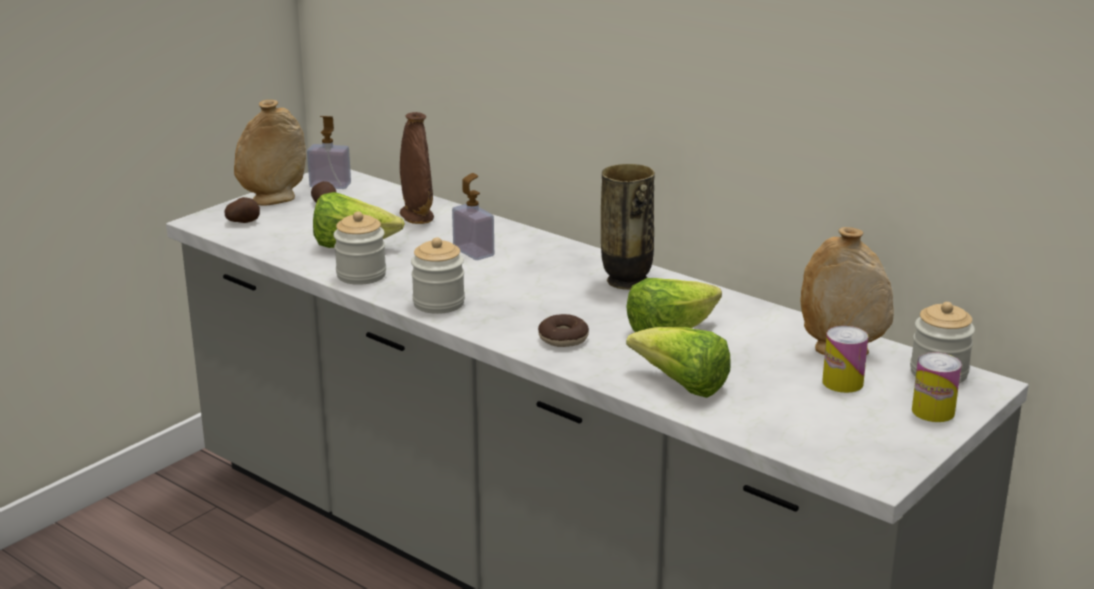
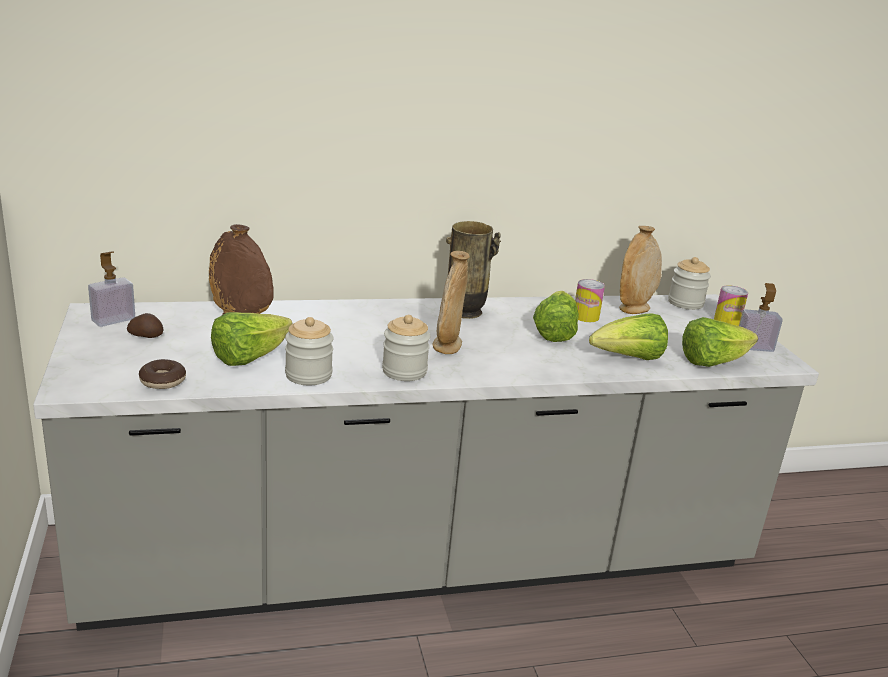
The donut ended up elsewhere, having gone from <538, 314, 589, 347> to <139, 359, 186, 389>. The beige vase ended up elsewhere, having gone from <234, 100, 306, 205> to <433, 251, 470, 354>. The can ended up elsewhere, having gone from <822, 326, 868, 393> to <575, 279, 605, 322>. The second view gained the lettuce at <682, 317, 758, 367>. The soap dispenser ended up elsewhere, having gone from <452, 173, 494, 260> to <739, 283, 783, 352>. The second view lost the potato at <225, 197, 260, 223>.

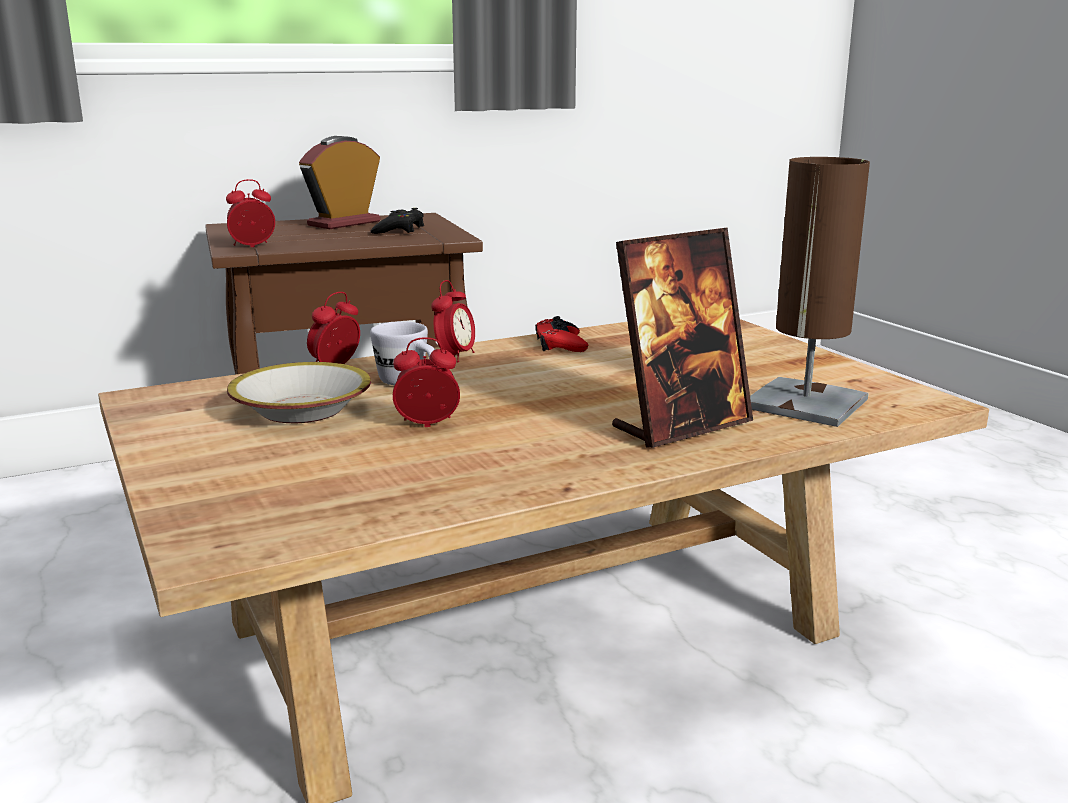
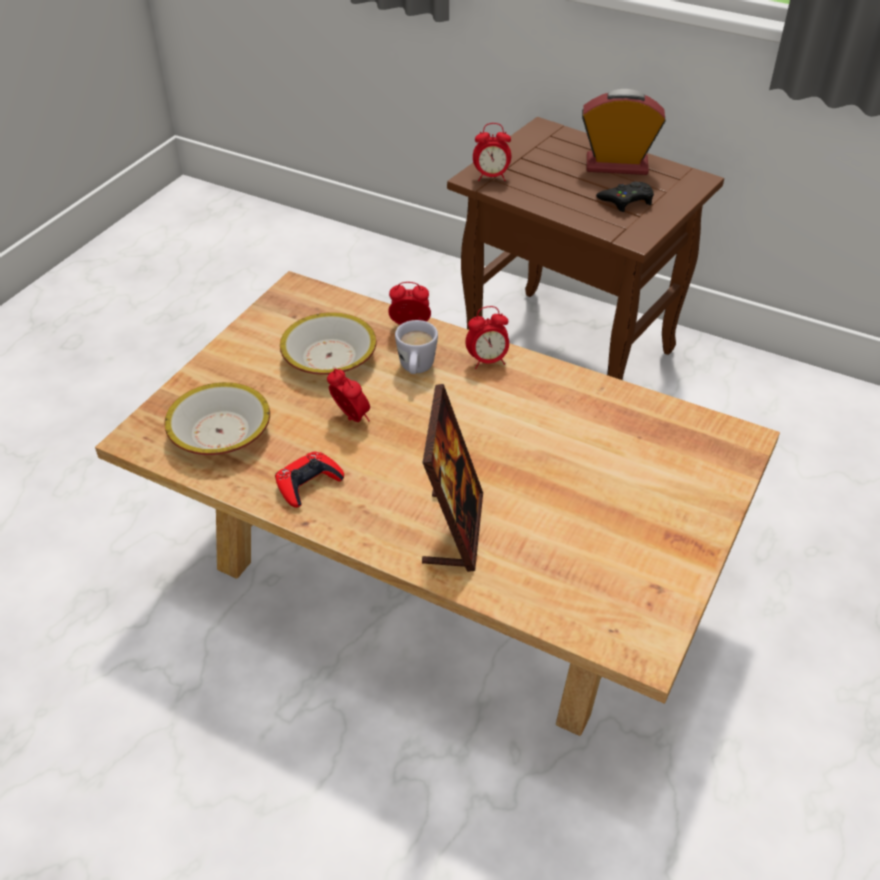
The second view gained the bowl at <164, 382, 270, 455>. The red game controller ended up elsewhere, having gone from <535, 316, 588, 352> to <275, 452, 344, 508>. The picture frame at <612, 227, 753, 448> ended up facing another way, 105 degrees counterclockwise from before. The alarm clock at <226, 179, 275, 247> ended up facing another way, 150 degrees clockwise from before. The second view lost the brown table lamp at <750, 157, 870, 427>.

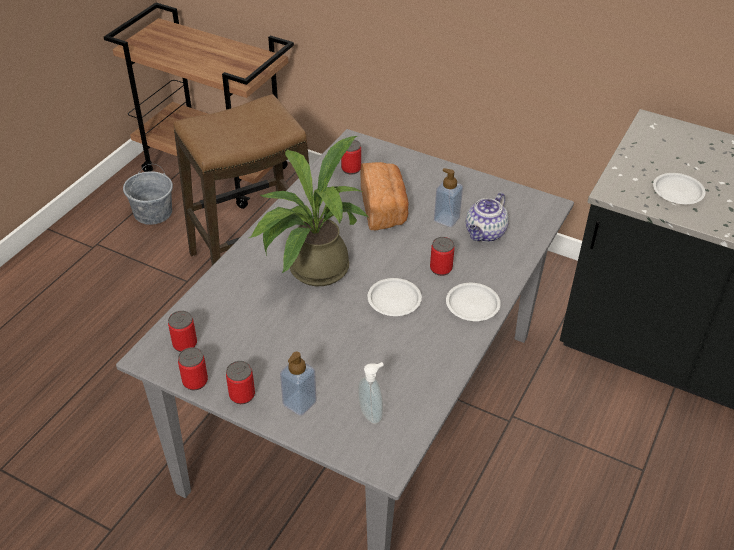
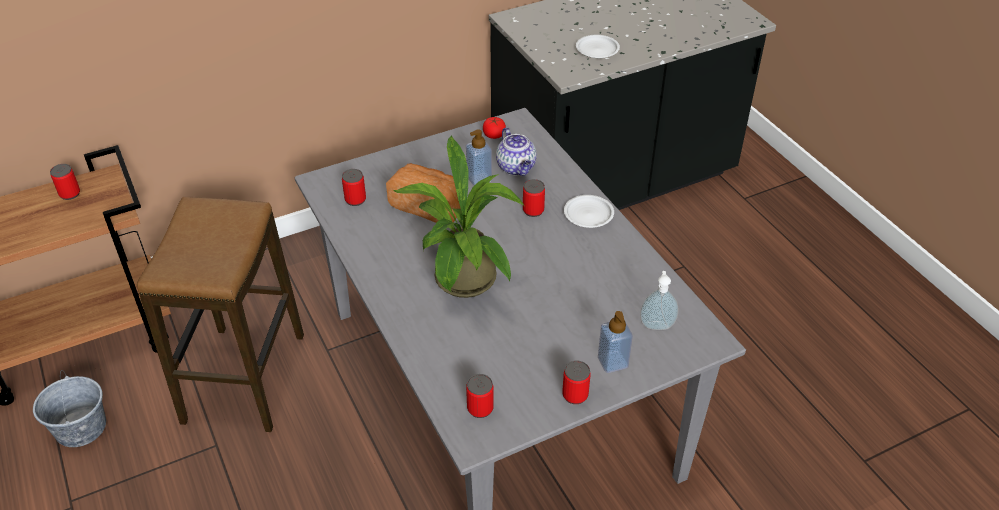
The can ended up elsewhere, having gone from <178, 347, 208, 390> to <50, 164, 80, 200>. The second view gained the tomato at <483, 117, 506, 139>. The second view lost the white plate at <368, 278, 422, 316>.

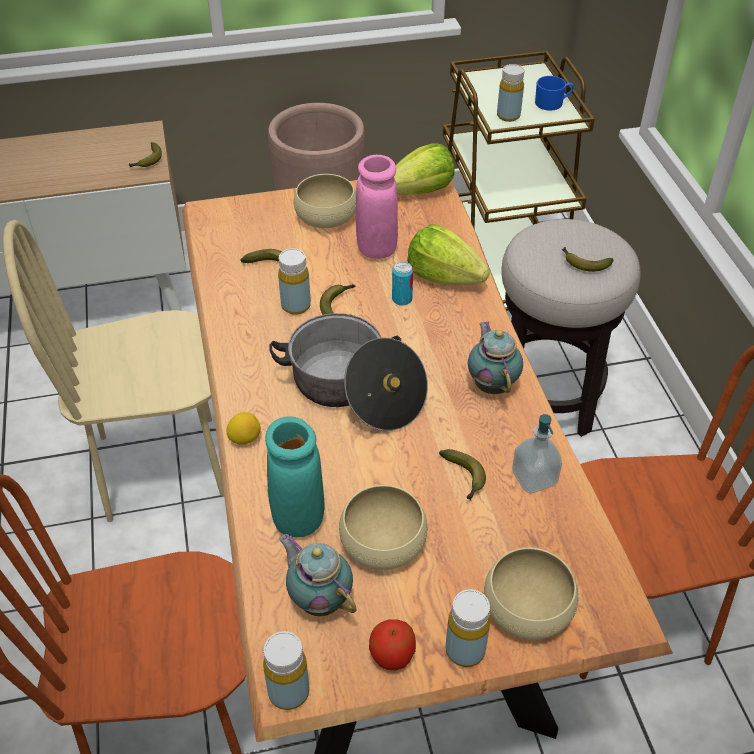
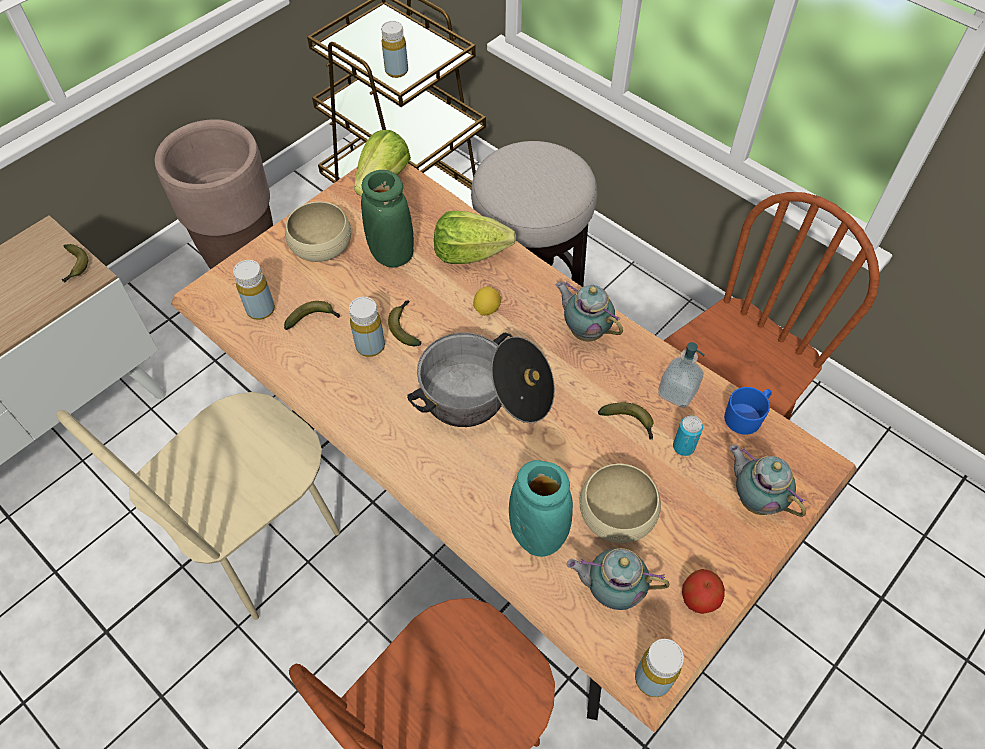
The yellow bottle ended up elsewhere, having gone from <446, 589, 490, 667> to <233, 260, 275, 320>. What was the pink vase at <356, 155, 398, 259> turned into the green vase at <361, 170, 414, 267>. The lemon ended up elsewhere, having gone from <226, 412, 261, 445> to <473, 287, 501, 316>. The can ended up elsewhere, having gone from <392, 262, 413, 306> to <673, 415, 703, 456>. The blue mug ended up elsewhere, having gone from <535, 76, 574, 111> to <724, 387, 772, 435>. Where the beige bowl stood at <484, 547, 579, 640>, the teapot came to stand at <729, 445, 806, 517>. The second view lost the banana at <562, 247, 614, 272>.

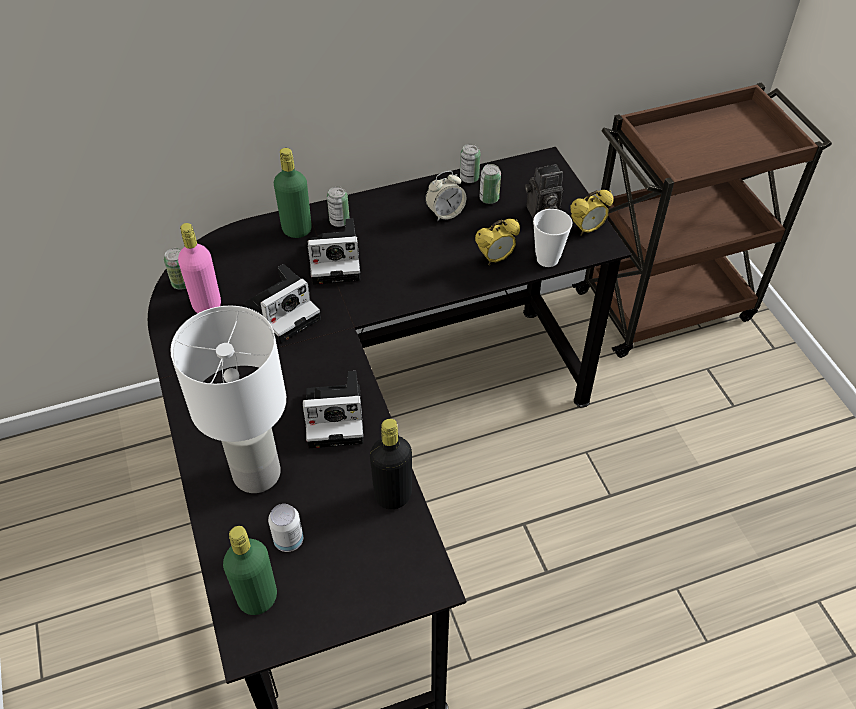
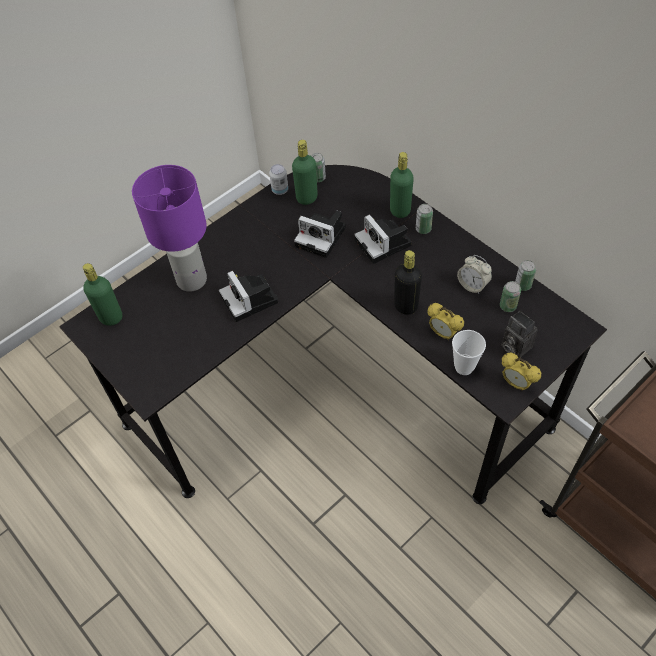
What was the white table lamp at <170, 306, 286, 493> turned into the purple table lamp at <132, 165, 207, 292>. The can ended up elsewhere, having gone from <268, 504, 303, 552> to <269, 164, 288, 195>. What was the pink bottle at <178, 223, 221, 313> turned into the green bottle at <292, 140, 318, 205>. The black bottle ended up elsewhere, having gone from <370, 419, 412, 509> to <394, 250, 422, 315>.

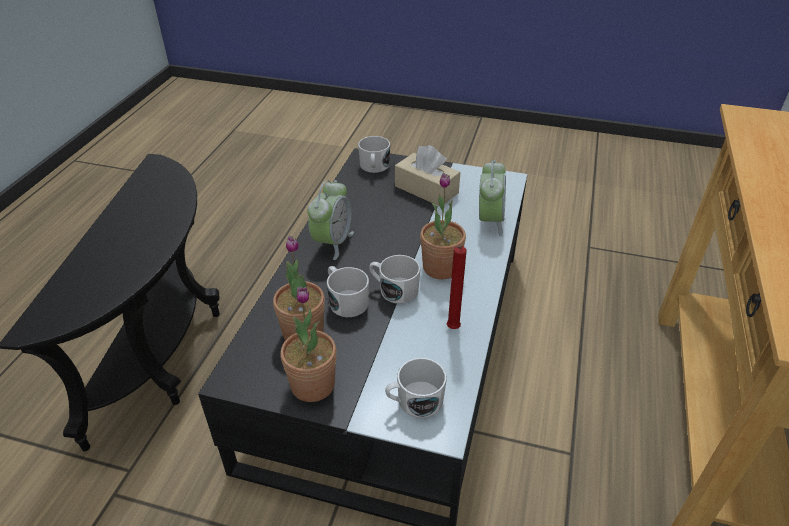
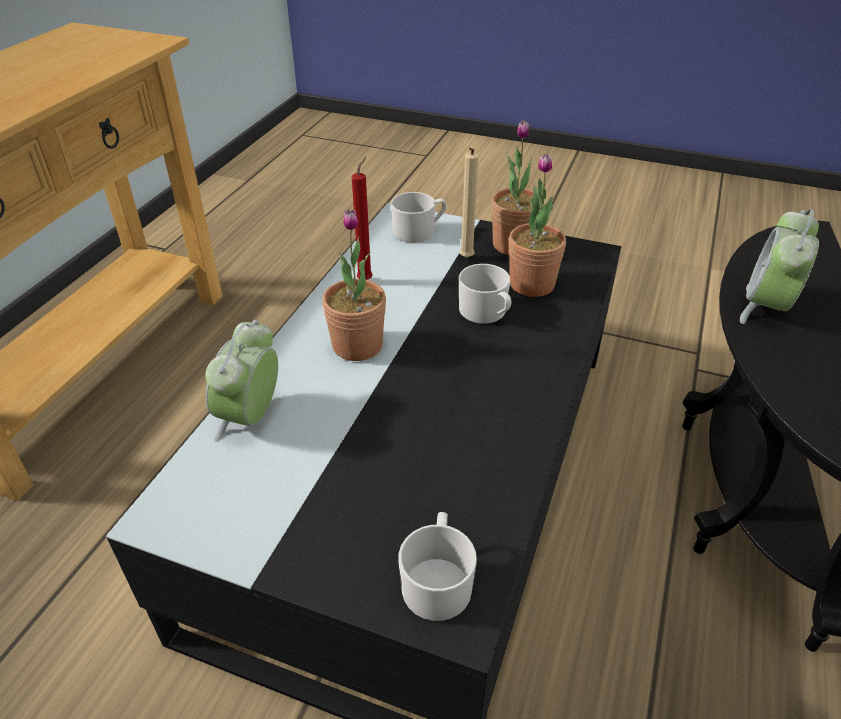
The second view gained the beige candle at <460, 148, 478, 258>. The alarm clock ended up elsewhere, having gone from <308, 180, 354, 260> to <740, 209, 819, 324>. The second view lost the white mug at <369, 255, 420, 304>. The second view lost the beige tissue box at <395, 145, 460, 206>.

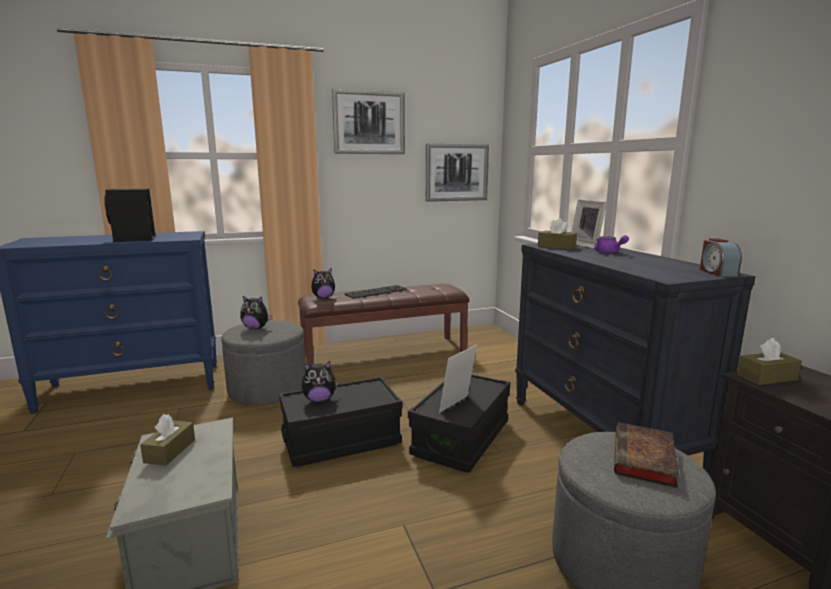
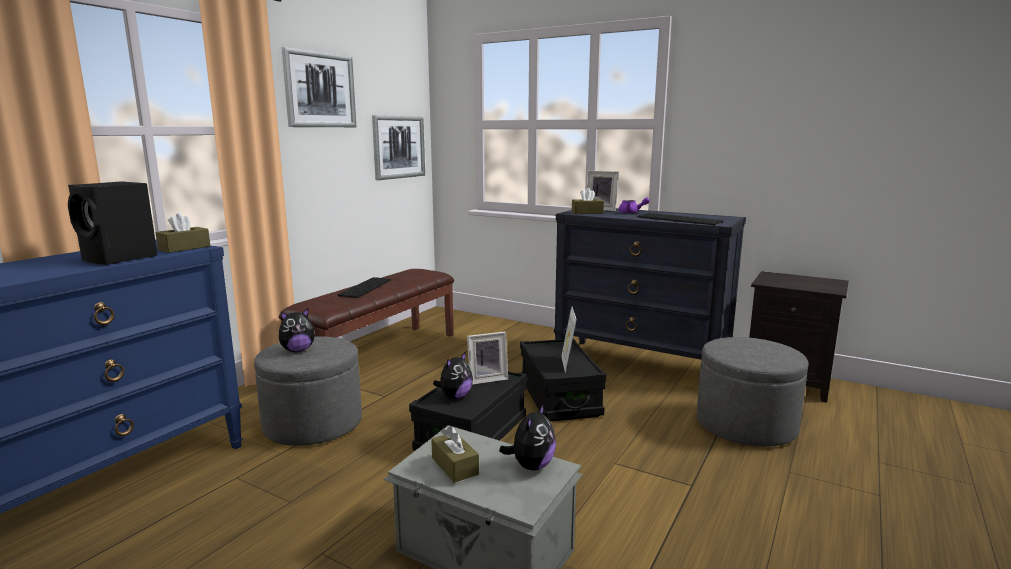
The brown tissue box ended up elsewhere, having gone from <737, 338, 802, 385> to <155, 213, 210, 253>. The second view gained the picture frame at <467, 332, 508, 385>. The plush toy ended up elsewhere, having gone from <311, 269, 335, 298> to <499, 404, 556, 470>. The second view gained the keyboard at <637, 213, 724, 225>. The second view lost the book at <614, 422, 679, 488>. The second view lost the alarm clock at <700, 238, 742, 277>.

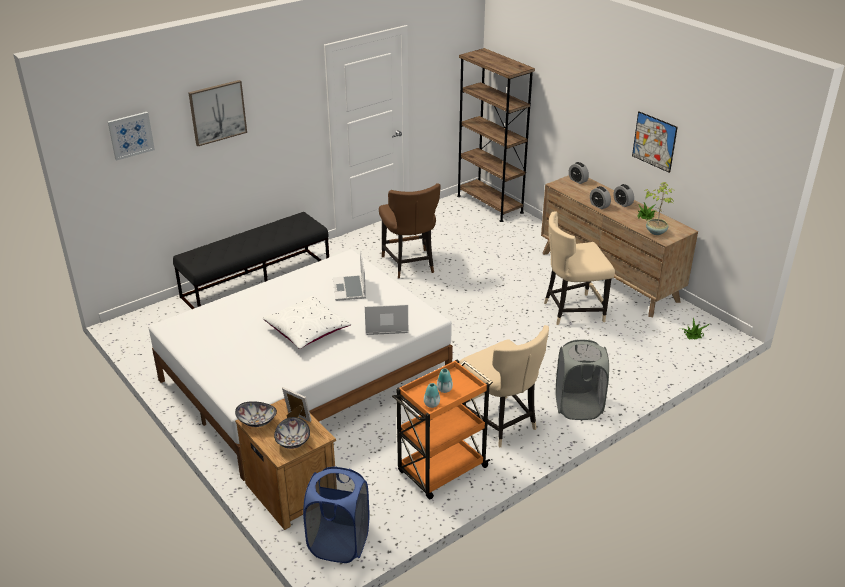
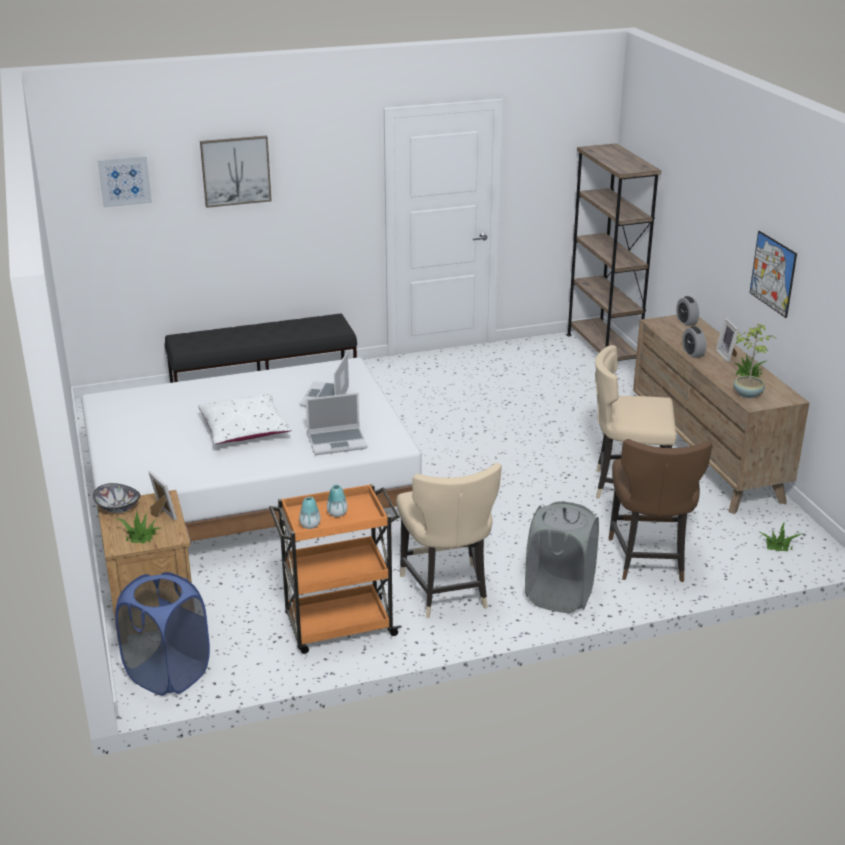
Where the bowl stood at <274, 417, 310, 449>, the potted plant came to stand at <114, 512, 161, 544>. The laptop at <365, 304, 408, 335> ended up facing another way, 150 degrees clockwise from before. The brown chair ended up elsewhere, having gone from <379, 183, 441, 278> to <609, 439, 712, 582>. Where the alarm clock stood at <614, 184, 634, 207>, the picture frame came to stand at <716, 318, 739, 362>.

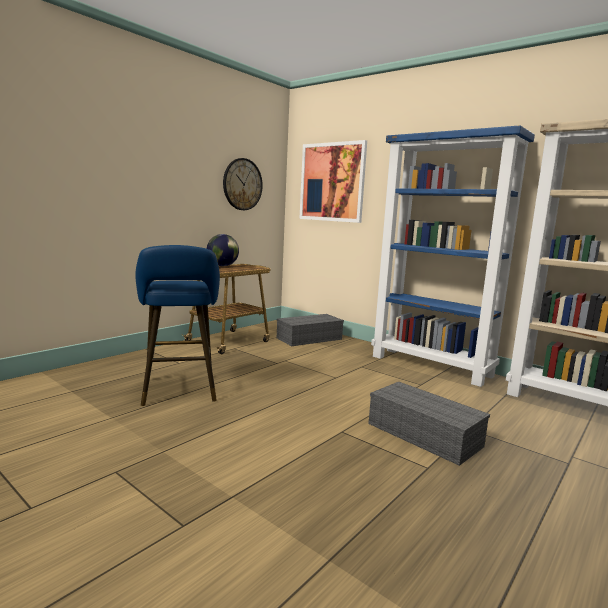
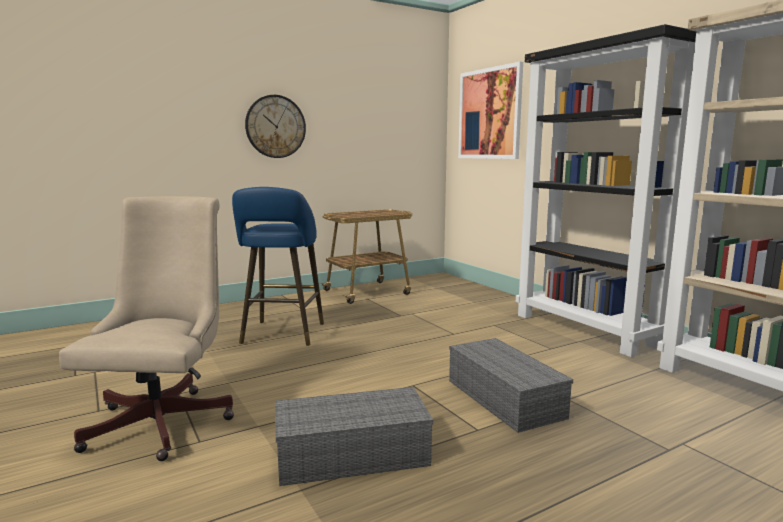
The second view gained the beige office chair at <59, 196, 234, 461>. The wall clock ended up elsewhere, having gone from <223, 158, 263, 210> to <245, 95, 306, 158>. The grey storage box ended up elsewhere, having gone from <277, 314, 344, 346> to <275, 387, 433, 486>. What was the blue bookcase at <371, 125, 535, 387> turned into the black bookcase at <516, 24, 696, 357>. The second view lost the globe at <207, 234, 239, 266>.

